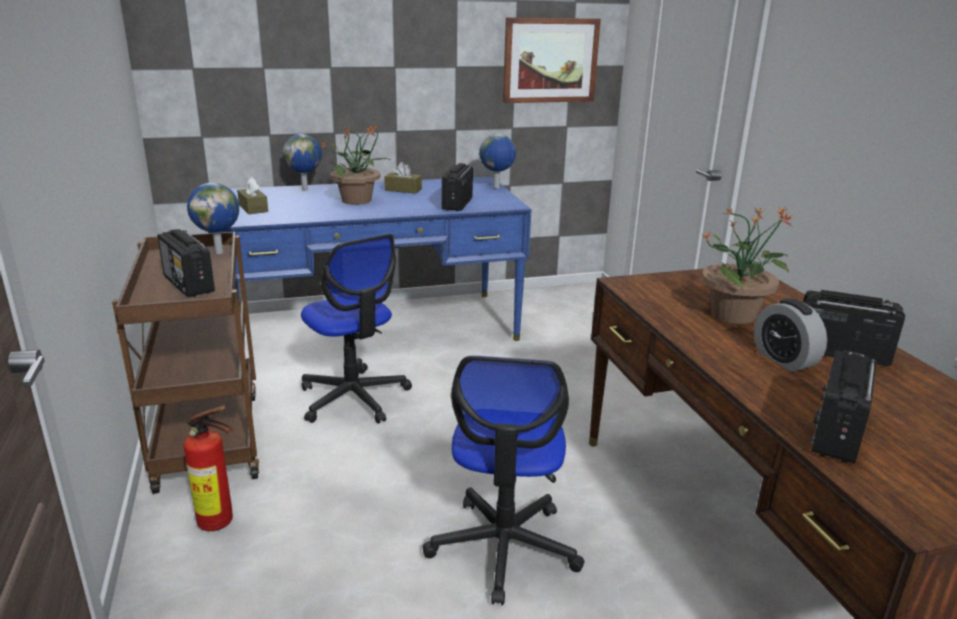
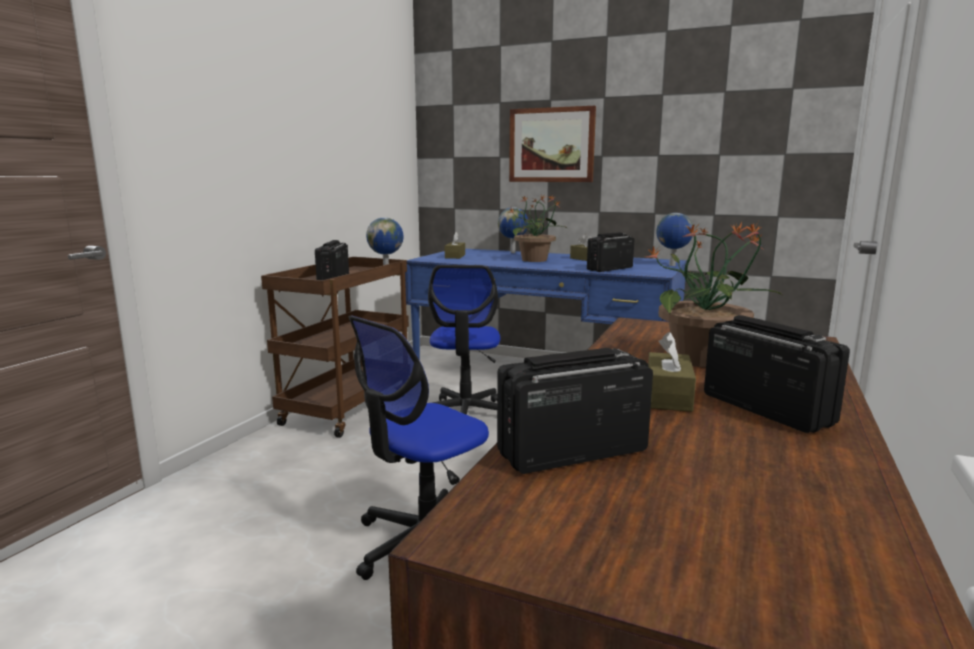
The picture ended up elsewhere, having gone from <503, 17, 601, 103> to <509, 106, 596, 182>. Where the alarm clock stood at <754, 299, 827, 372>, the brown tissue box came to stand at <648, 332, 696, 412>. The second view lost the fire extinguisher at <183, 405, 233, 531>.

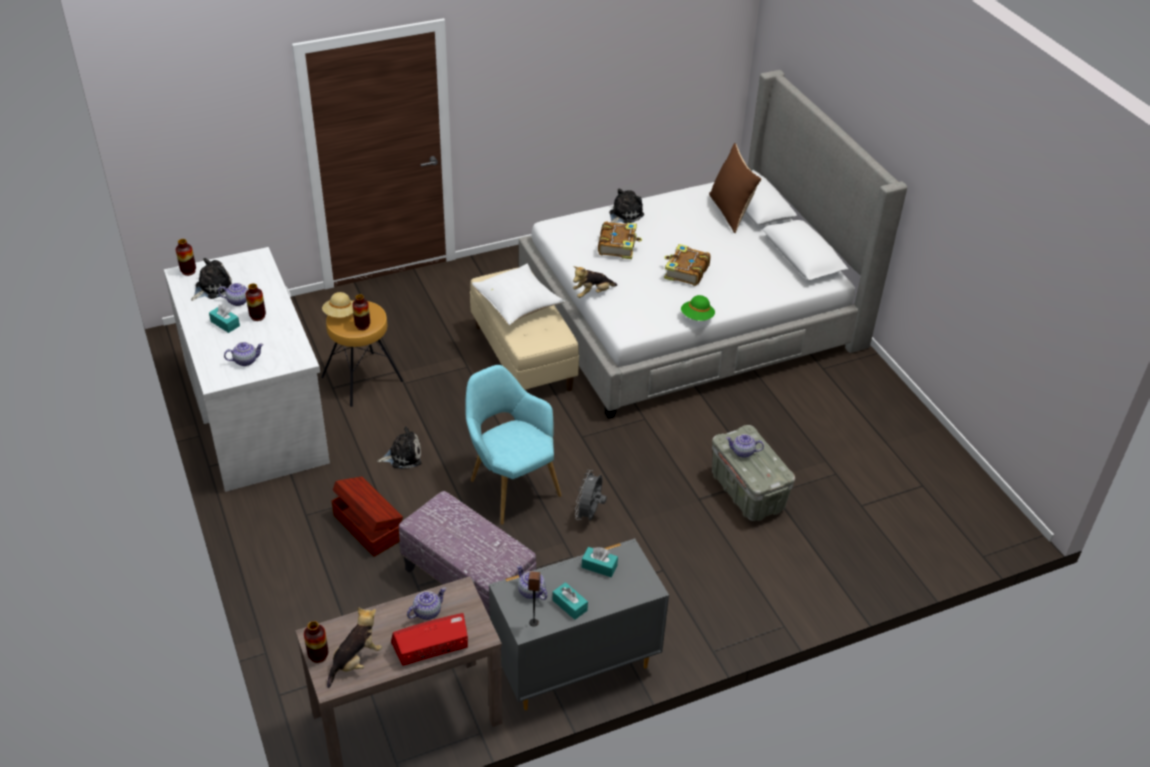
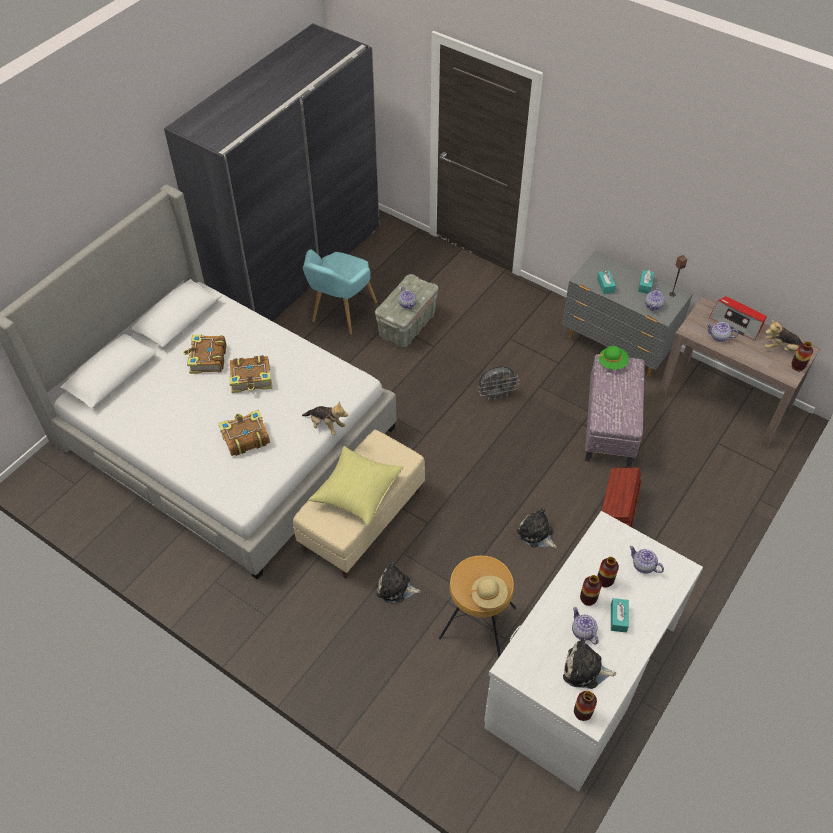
The second view gained the grey wardrobe at <164, 23, 380, 321>. The second view gained the book at <183, 335, 226, 374>. The turquoise armchair ended up elsewhere, having gone from <465, 365, 562, 525> to <303, 249, 377, 335>. What was the white pillow at <472, 264, 565, 325> turned into the yellow pillow at <309, 446, 403, 525>. The plush toy ended up elsewhere, having gone from <609, 189, 644, 223> to <377, 561, 421, 603>. The vase ended up elsewhere, having gone from <352, 294, 370, 330> to <597, 557, 619, 588>. The green hat ended up elsewhere, having gone from <681, 295, 715, 321> to <598, 346, 629, 369>. The second view lost the brown pillow at <709, 143, 761, 233>.

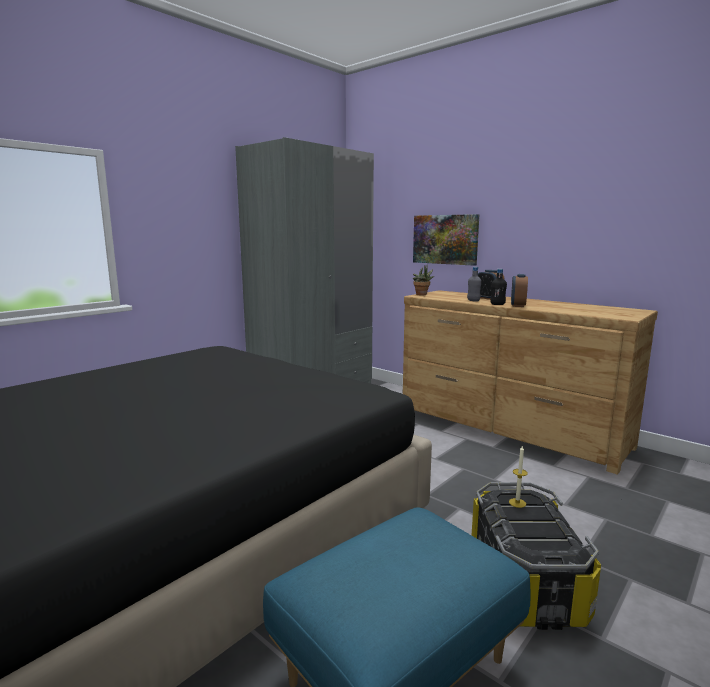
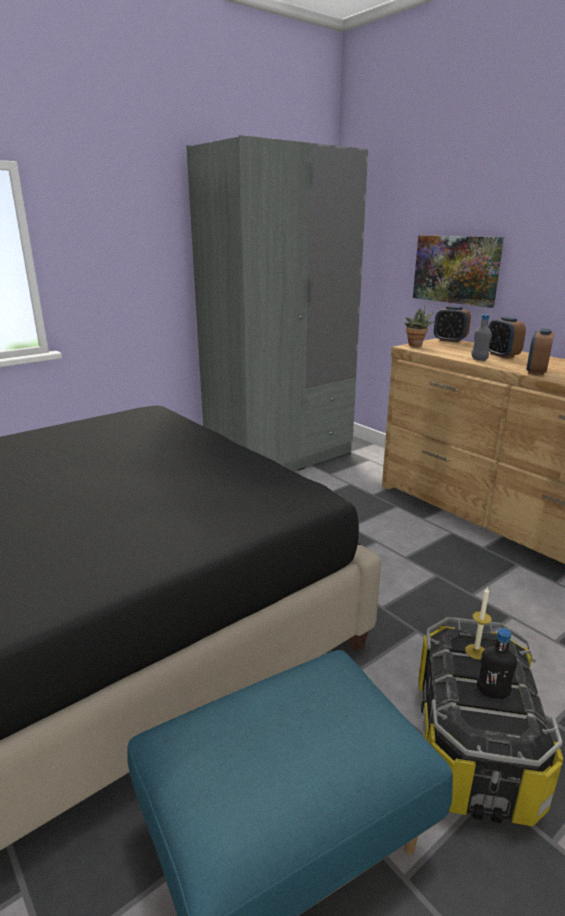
The second view gained the alarm clock at <434, 306, 471, 343>. The black bottle ended up elsewhere, having gone from <490, 269, 507, 305> to <477, 628, 517, 699>.

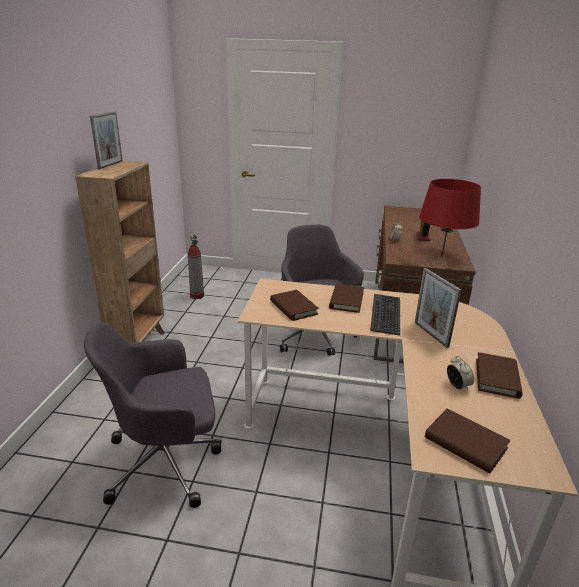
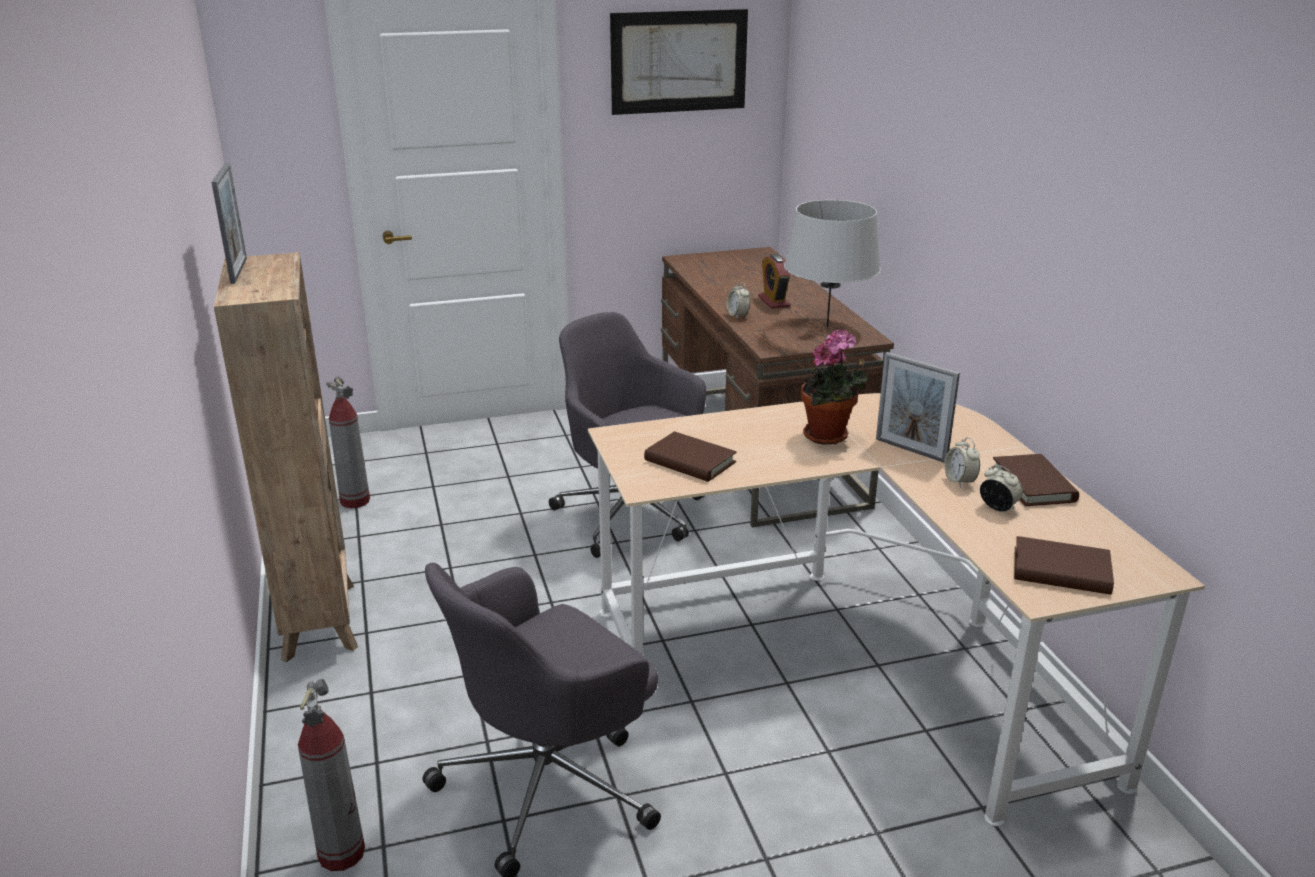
The second view gained the fire extinguisher at <298, 679, 365, 871>. The second view gained the picture at <610, 9, 748, 115>. What was the red table lamp at <419, 179, 481, 255> turned into the grey table lamp at <784, 200, 880, 327>. Where the keyboard stood at <370, 294, 400, 336>, the potted plant came to stand at <801, 329, 868, 445>. The second view gained the alarm clock at <945, 437, 980, 487>. The second view lost the brown book at <329, 284, 364, 313>.

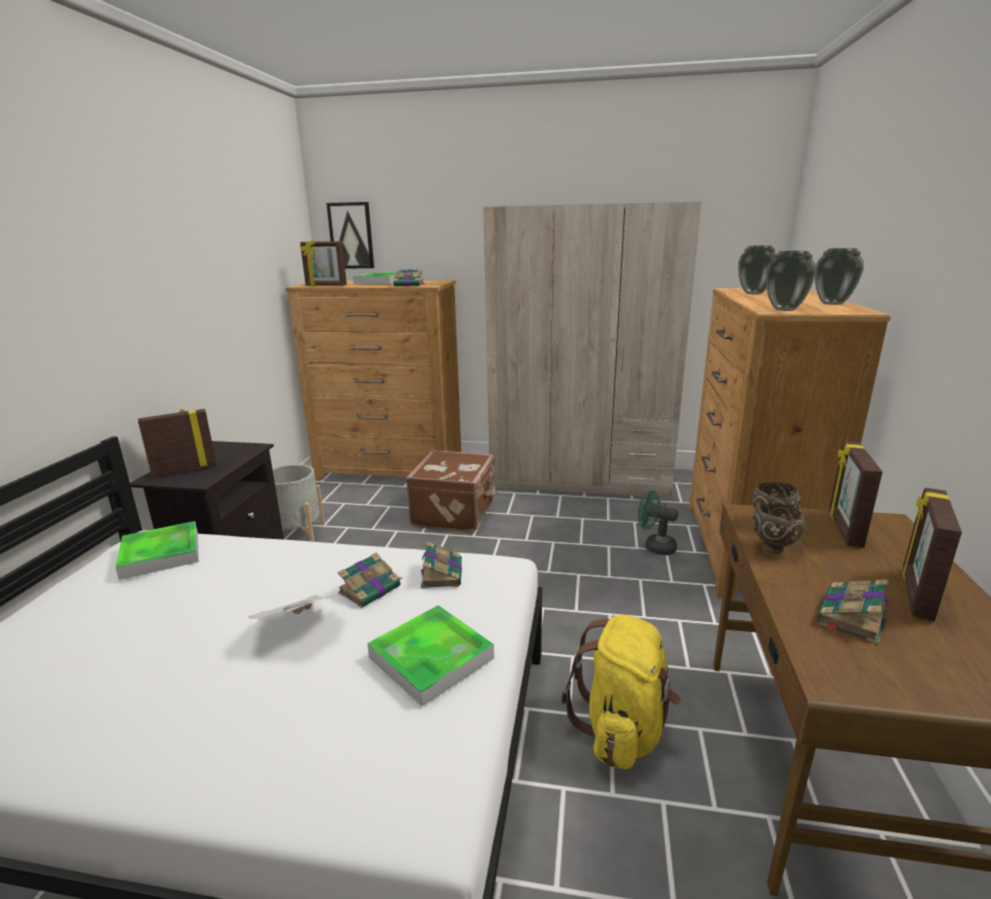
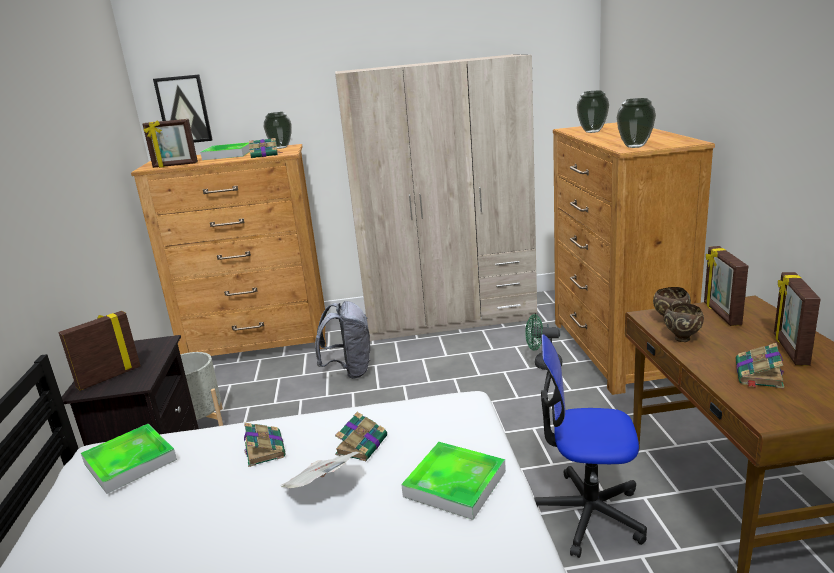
The book ended up elsewhere, having gone from <421, 542, 462, 588> to <244, 423, 286, 467>. The vase ended up elsewhere, having gone from <815, 248, 864, 305> to <264, 112, 291, 149>. Where the brown suitcase stood at <406, 450, 497, 532>, the grey backpack came to stand at <315, 301, 370, 379>. Where the yellow backpack stood at <562, 615, 681, 769>, the office chair came to stand at <534, 334, 647, 558>.

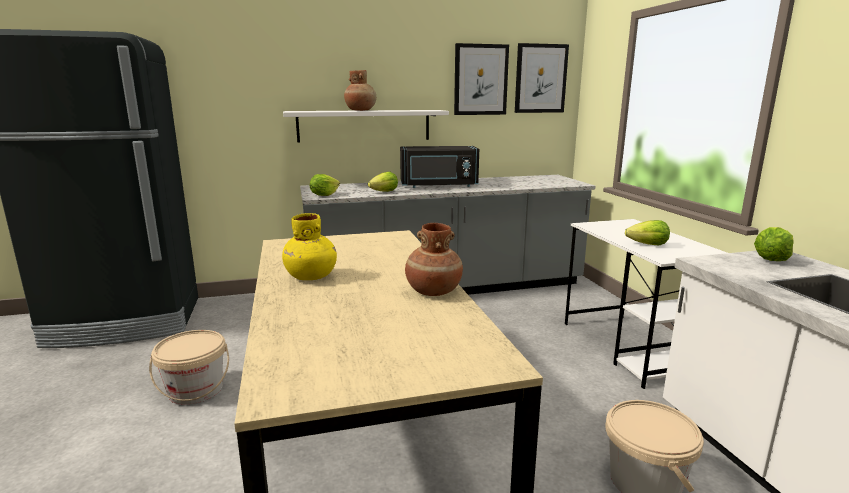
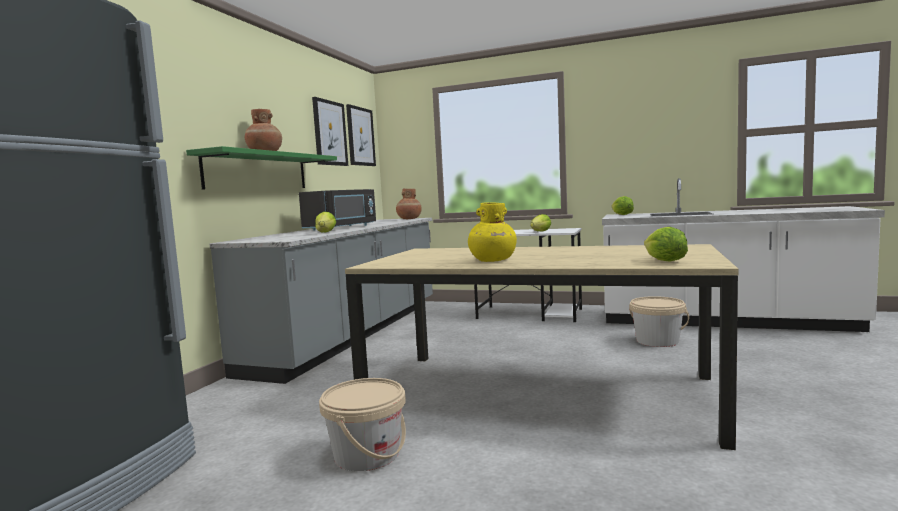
What was the white shelf at <283, 110, 449, 143> turned into the green shelf at <186, 146, 337, 190>. The brown vase ended up elsewhere, having gone from <405, 223, 463, 296> to <396, 189, 421, 219>. The lettuce ended up elsewhere, having gone from <310, 174, 340, 196> to <644, 227, 688, 261>.

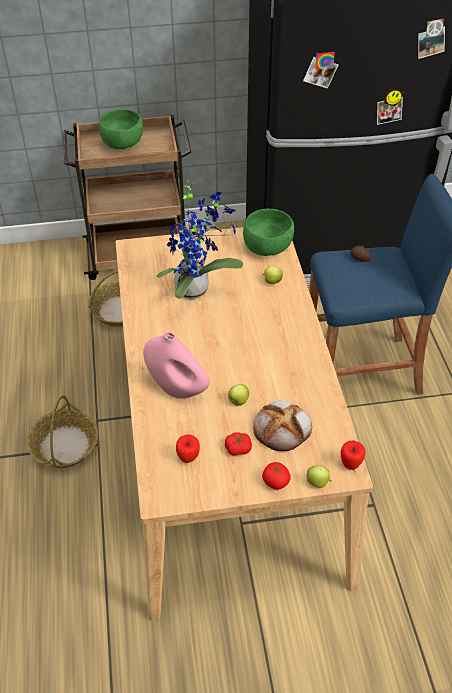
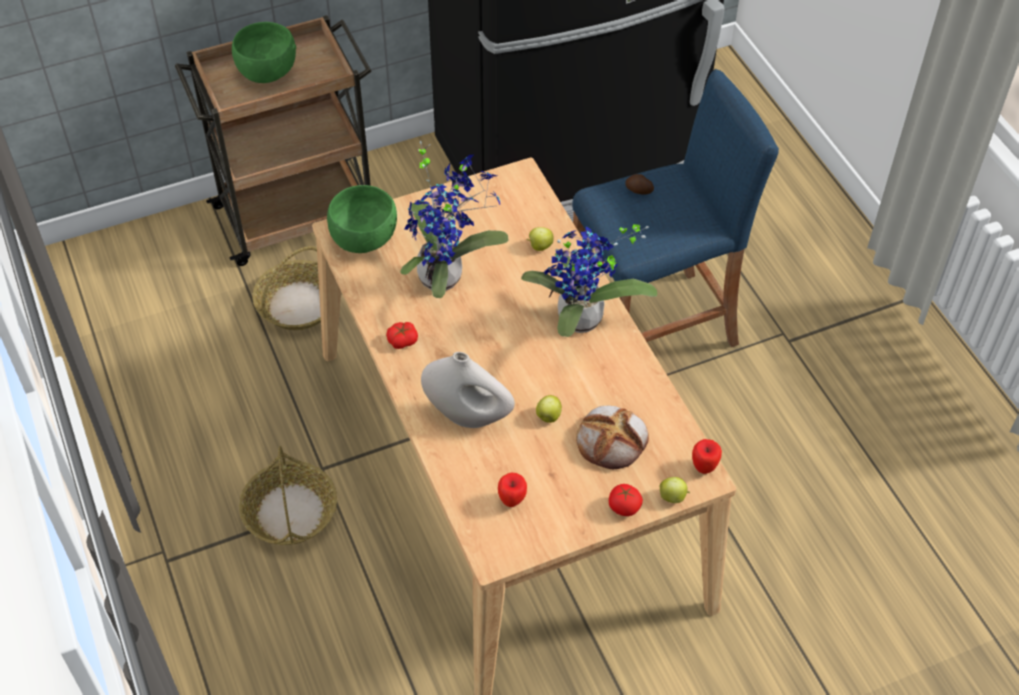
The green bowl ended up elsewhere, having gone from <243, 209, 294, 256> to <327, 185, 397, 253>. The tomato ended up elsewhere, having gone from <225, 432, 252, 456> to <386, 322, 418, 349>. What was the pink vase at <143, 332, 210, 399> turned into the white vase at <421, 352, 515, 428>. The second view gained the potted plant at <521, 224, 657, 337>.

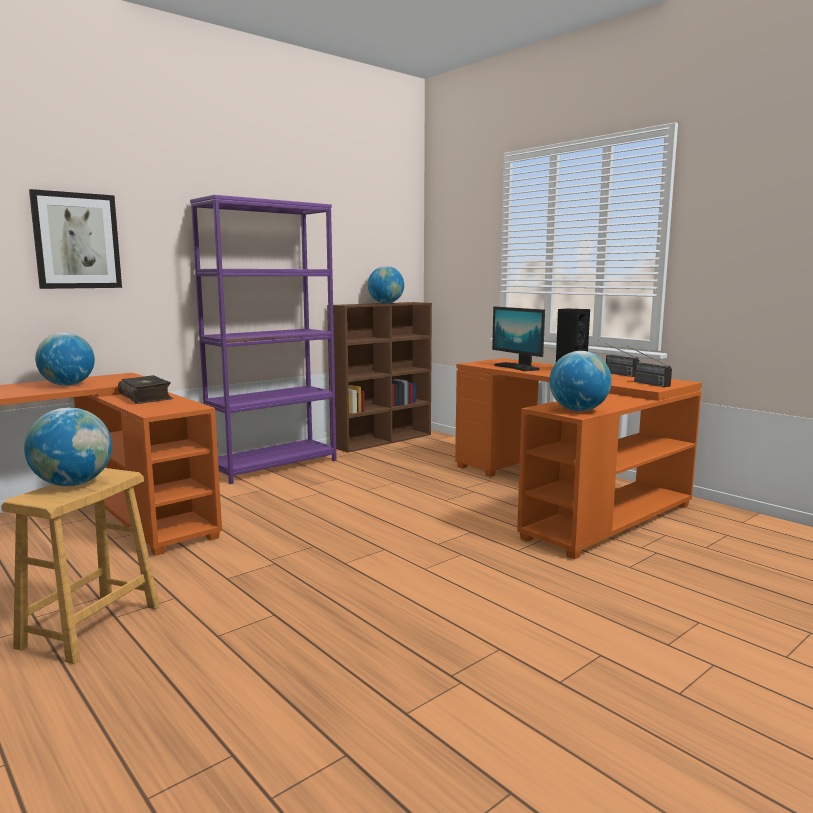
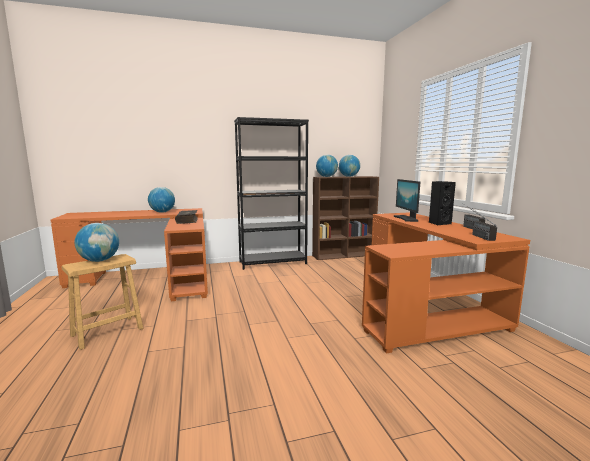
What was the purple bookcase at <190, 195, 337, 484> turned into the black bookcase at <234, 117, 309, 270>. The globe ended up elsewhere, having gone from <549, 351, 612, 411> to <316, 155, 338, 177>. The second view lost the picture at <29, 189, 122, 289>.

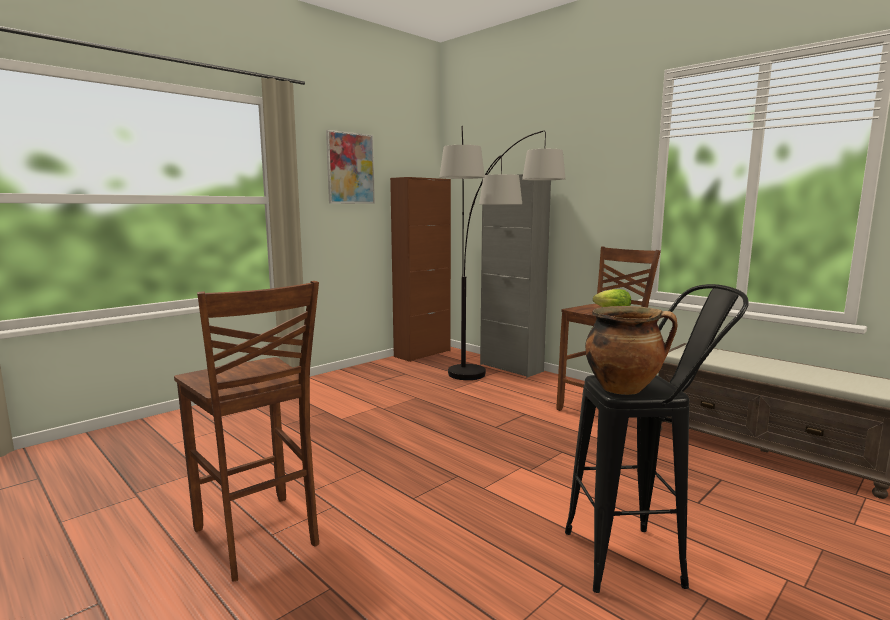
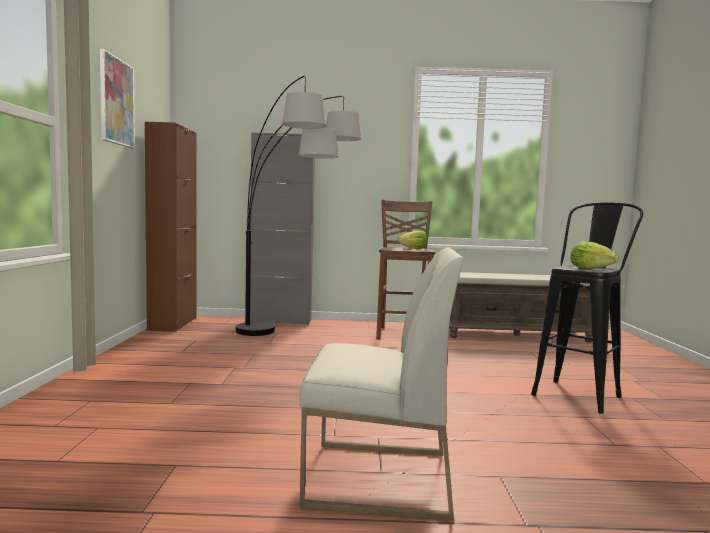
Where the brown stool stood at <174, 281, 319, 582>, the white chair came to stand at <300, 247, 463, 521>. Where the cooking pot stood at <585, 306, 678, 395>, the lettuce came to stand at <570, 241, 619, 269>.

